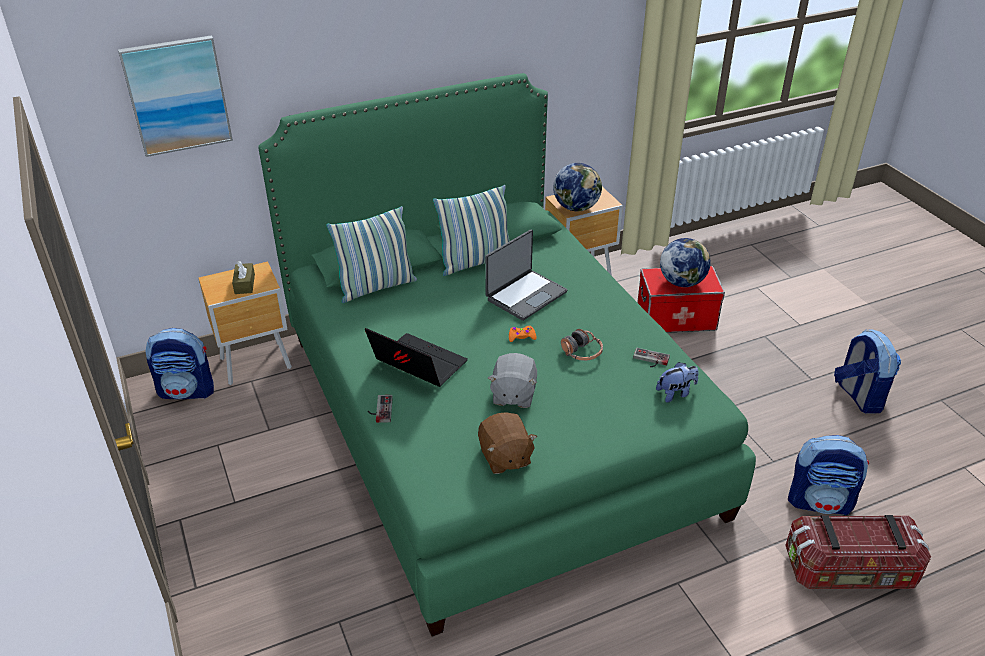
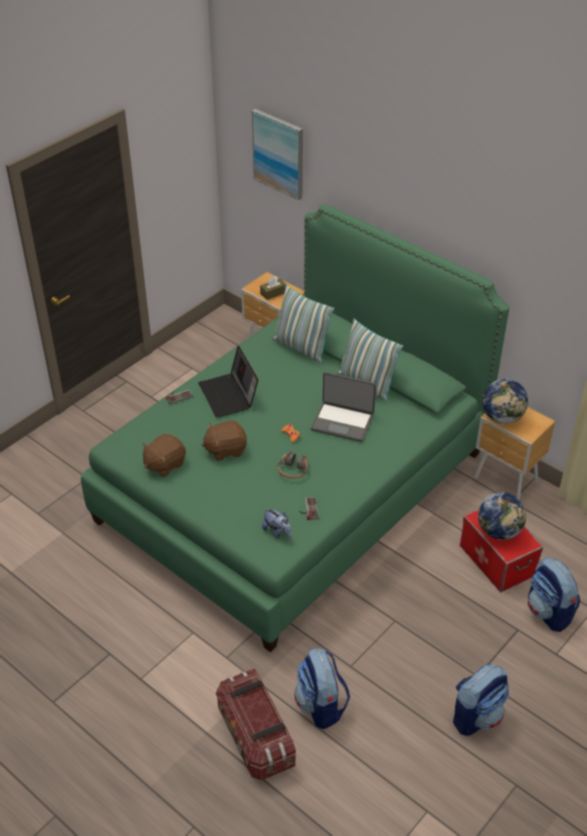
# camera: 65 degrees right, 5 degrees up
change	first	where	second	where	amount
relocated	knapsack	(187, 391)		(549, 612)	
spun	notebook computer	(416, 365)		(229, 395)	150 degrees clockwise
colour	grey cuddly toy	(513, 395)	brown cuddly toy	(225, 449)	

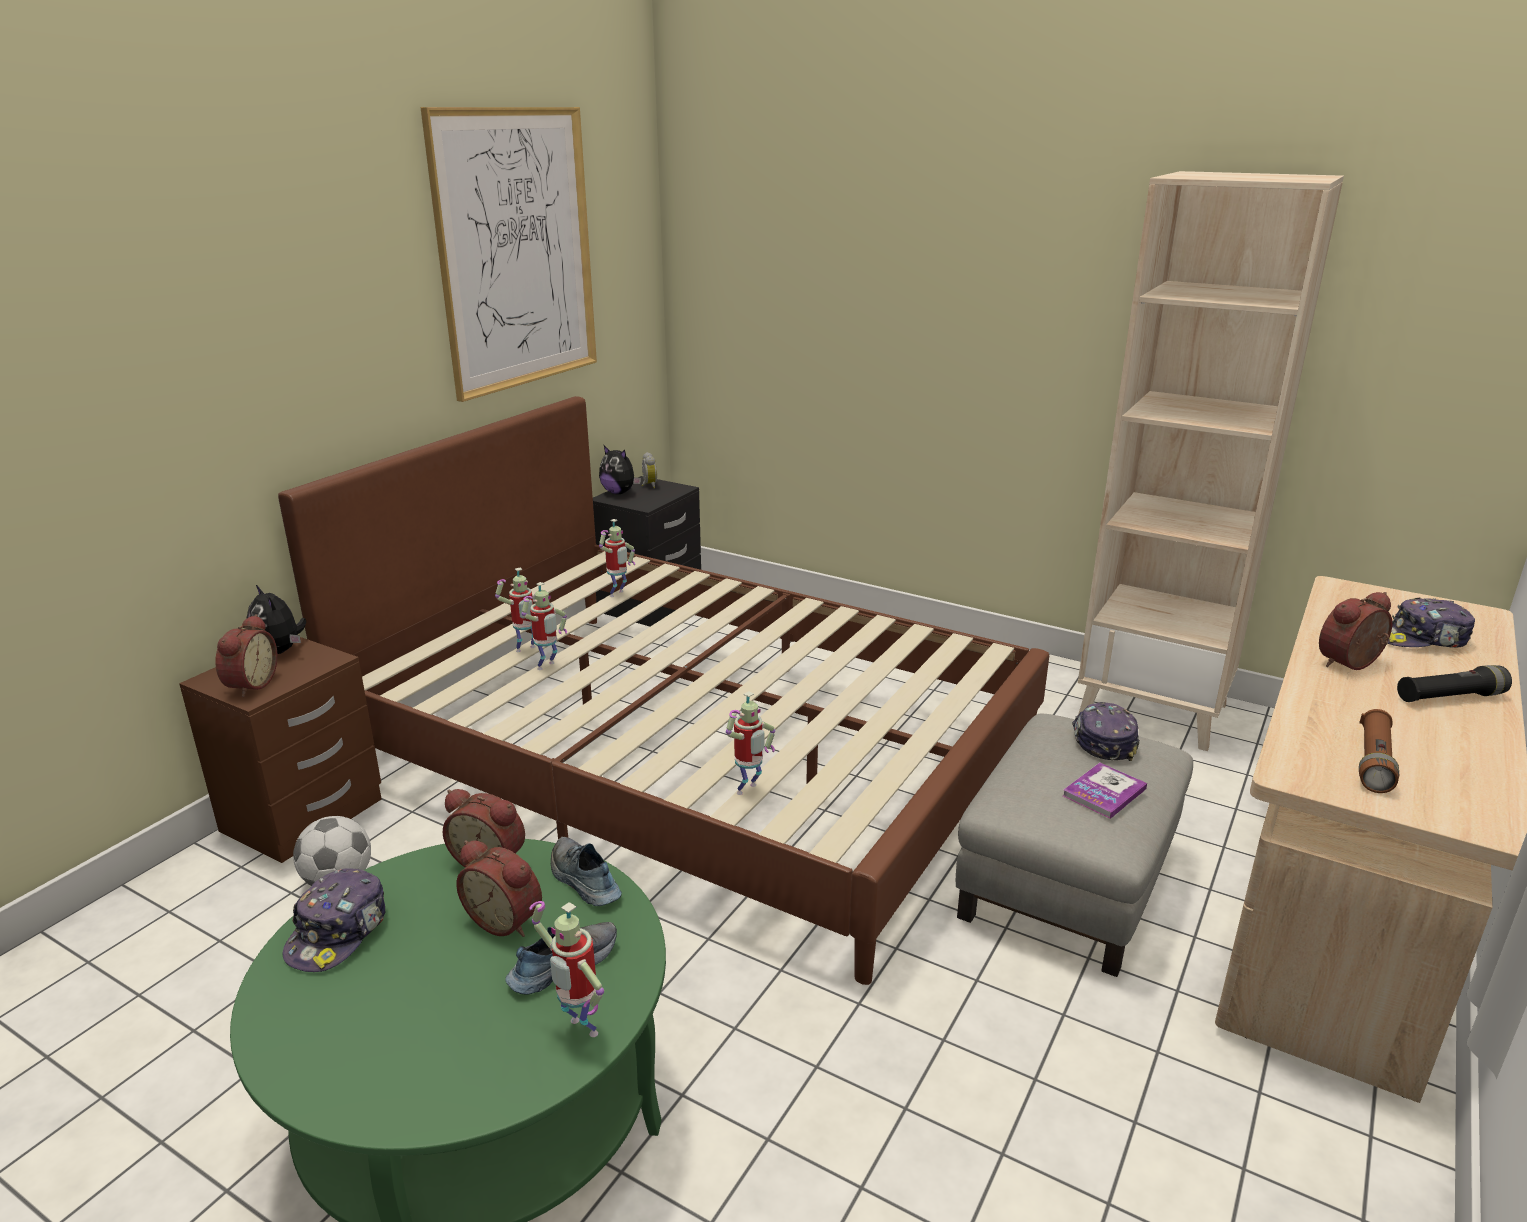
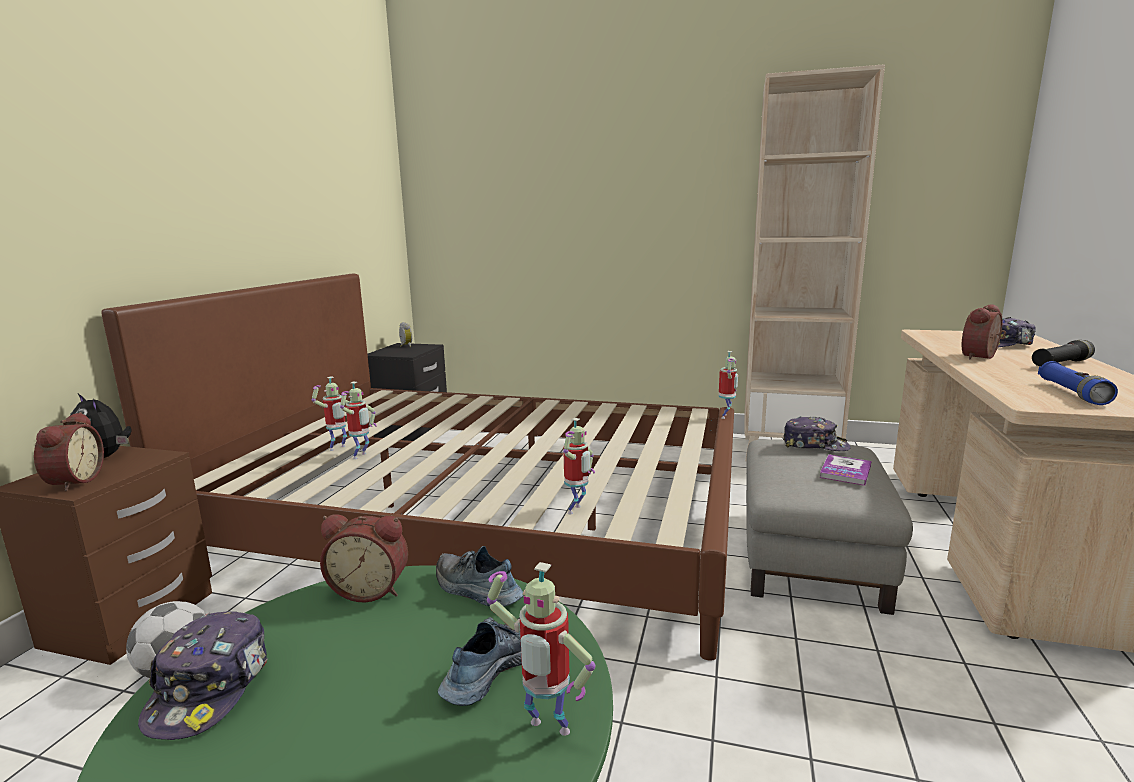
# camera: 15 degrees left, 10 degrees down
change	first	where	second	where	amount
missing	wall art	(516, 250)			
missing	table clock	(507, 919)			
missing	cuddly toy	(619, 492)			
relocated	robot figure	(618, 594)		(726, 416)	
spun	baseball cap	(1102, 740)		(815, 445)	120 degrees clockwise
colour	brown torch	(1373, 762)	blue-coloured torch	(1072, 393)	

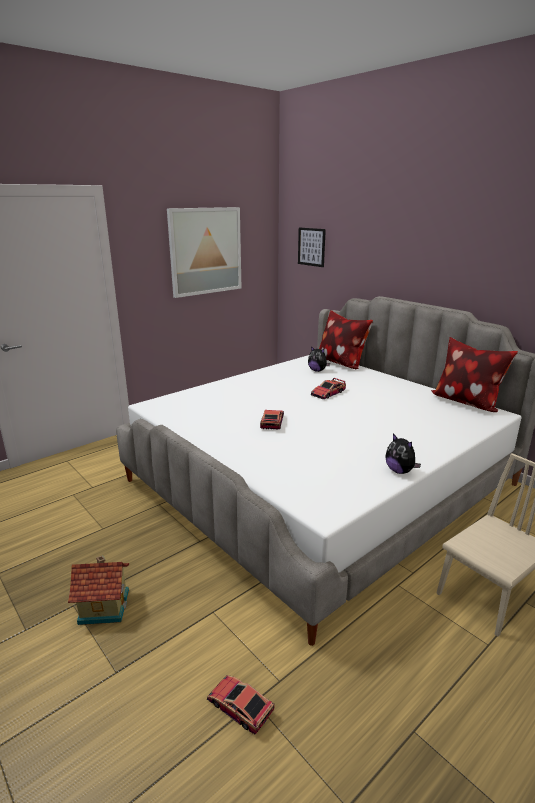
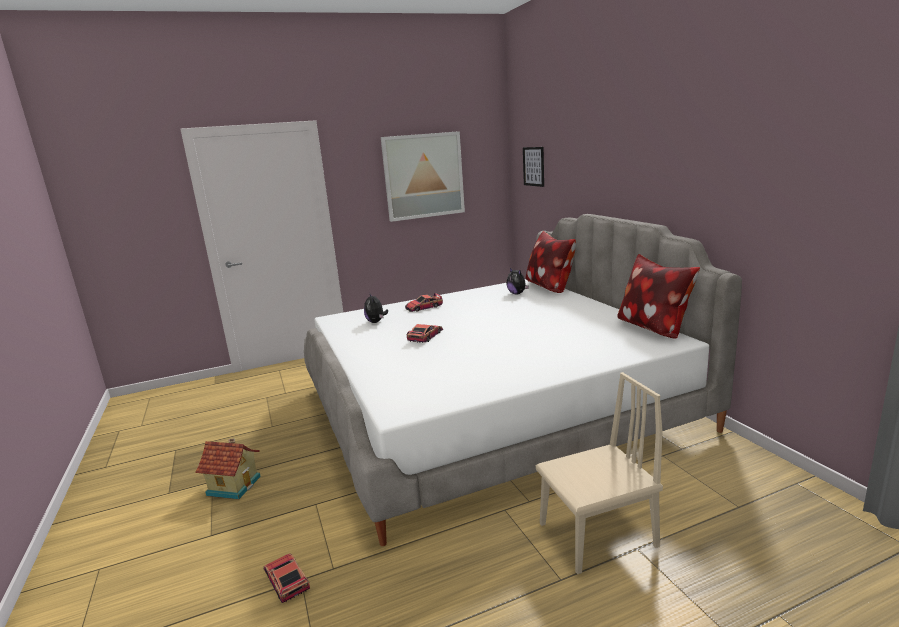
# camera: 20 degrees right, 5 degrees down
change	first	where	second	where	amount
relocated	model car	(328, 393)		(423, 307)	
relocated	cuddly toy	(400, 471)		(376, 322)	

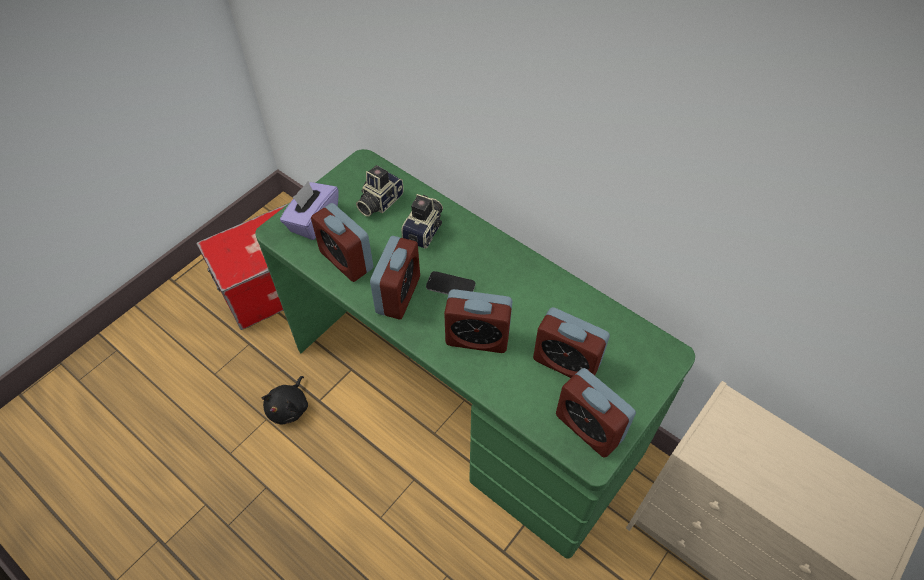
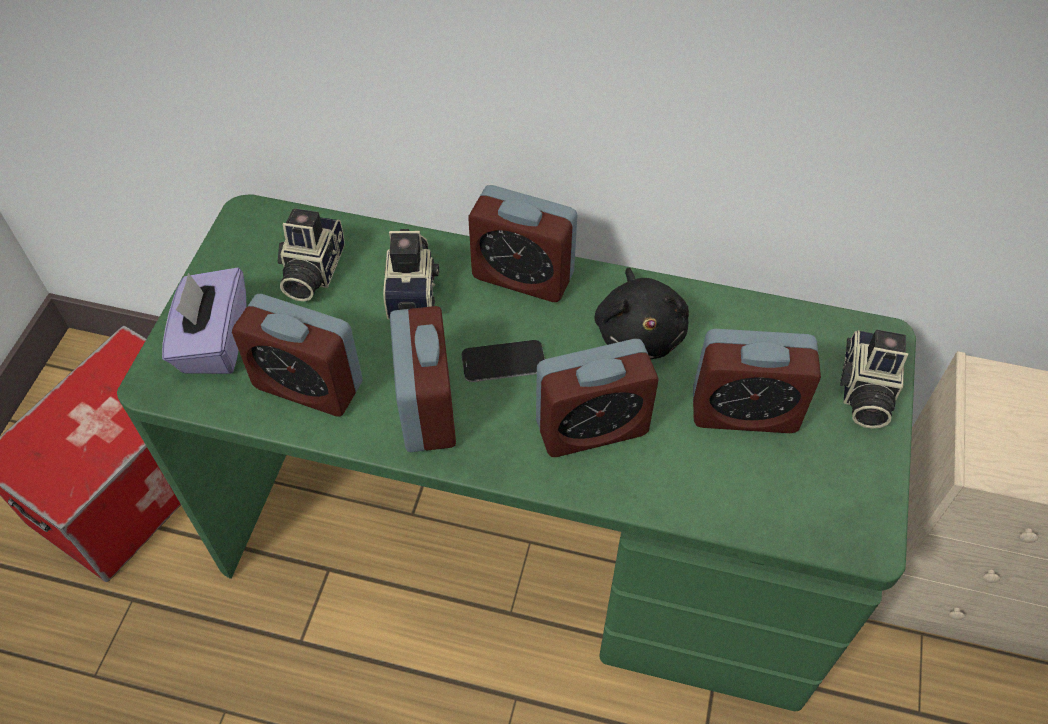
# camera: 25 degrees left, 0 degrees up
change	first	where	second	where	amount
relocated	black cuddly toy	(289, 407)		(639, 332)	
relocated	table clock	(589, 427)		(523, 276)	
appeared			photo camera	(864, 392)	

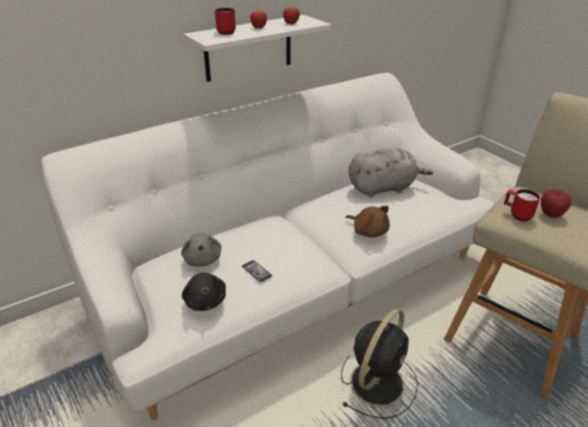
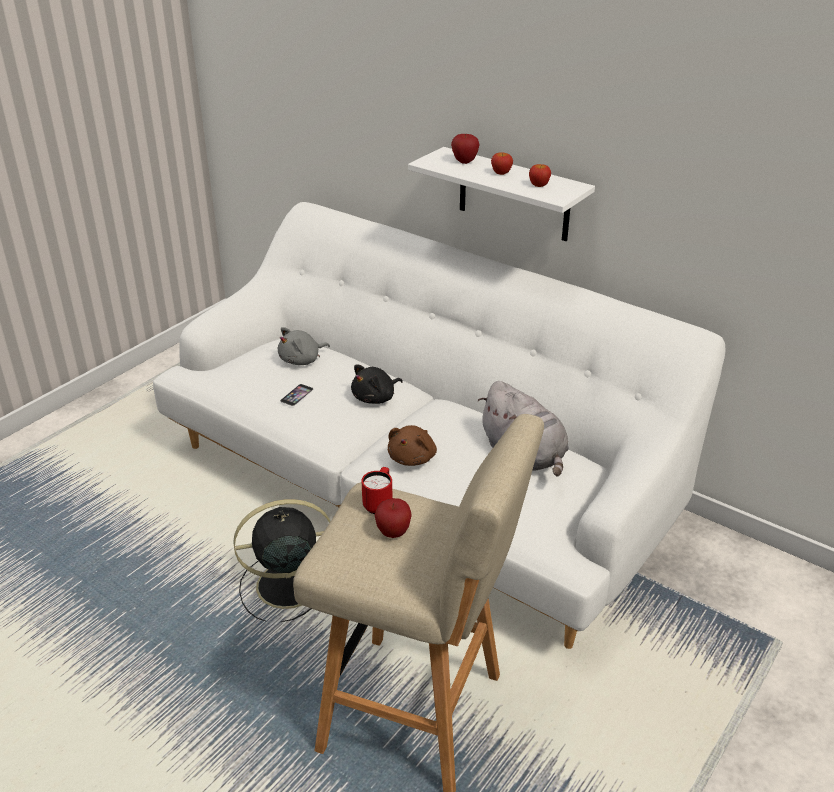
# camera: 70 degrees right, 0 degrees up
change	first	where	second	where	amount
relocated	black cuddly toy	(205, 300)		(375, 398)	
exchanged	reddish coffee mug	(224, 32)	apple fruit	(464, 161)	
spun	black electric fan	(378, 381)		(285, 585)	150 degrees clockwise

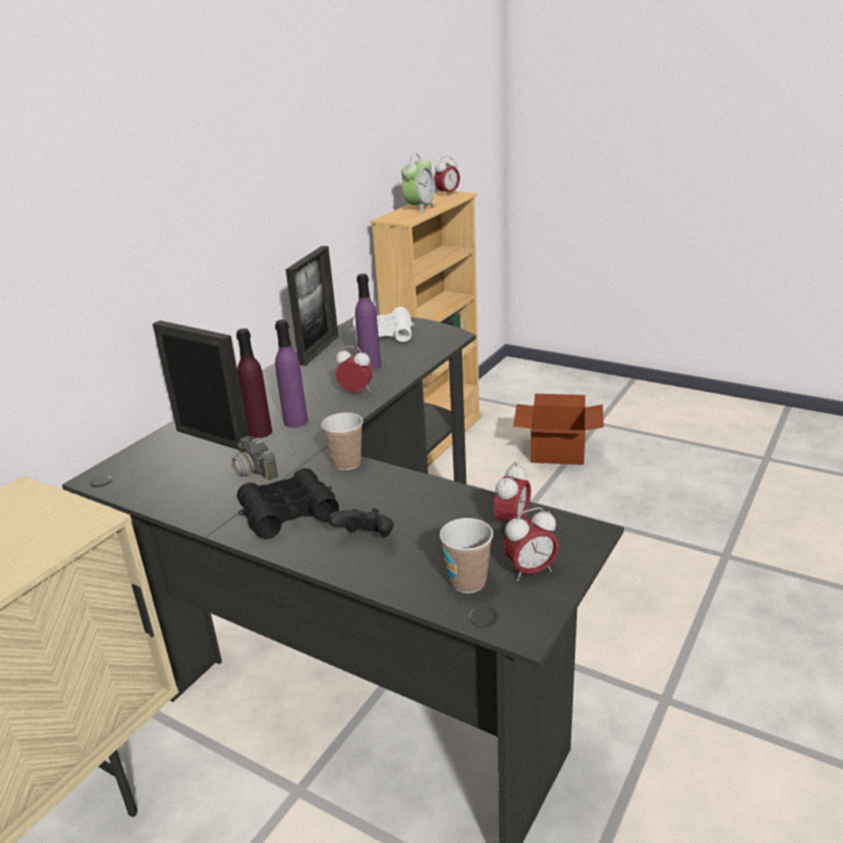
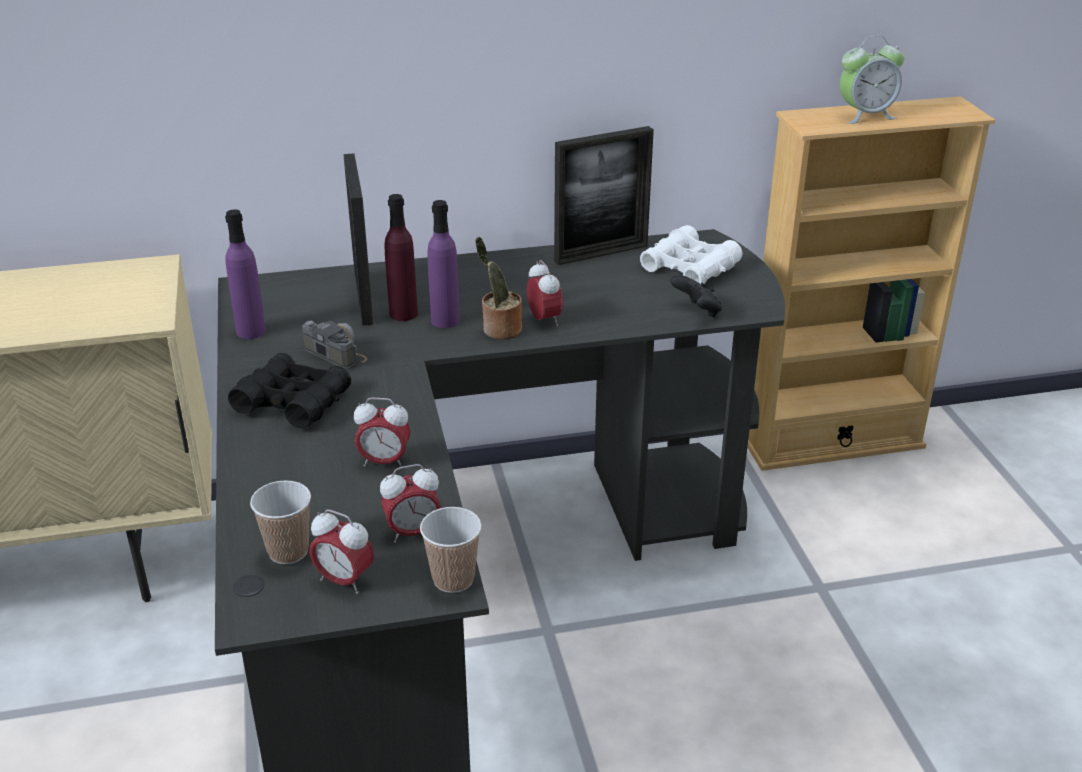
# camera: 45 degrees right, 5 degrees up
change	first	where	second	where	amount
spun	photo camera	(254, 473)		(333, 350)	120 degrees clockwise
relocated	cup	(346, 463)		(453, 579)	
relocated	black game controller	(366, 539)		(697, 312)	
relocated	purple drink bottle	(370, 366)		(251, 331)	
relocated	table clock	(447, 194)		(384, 462)	
missing	packing box	(558, 450)			
appeared			plant in a pot	(499, 330)	

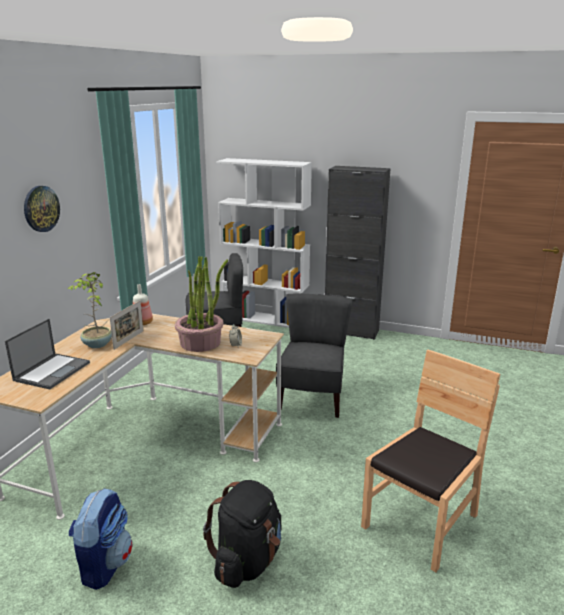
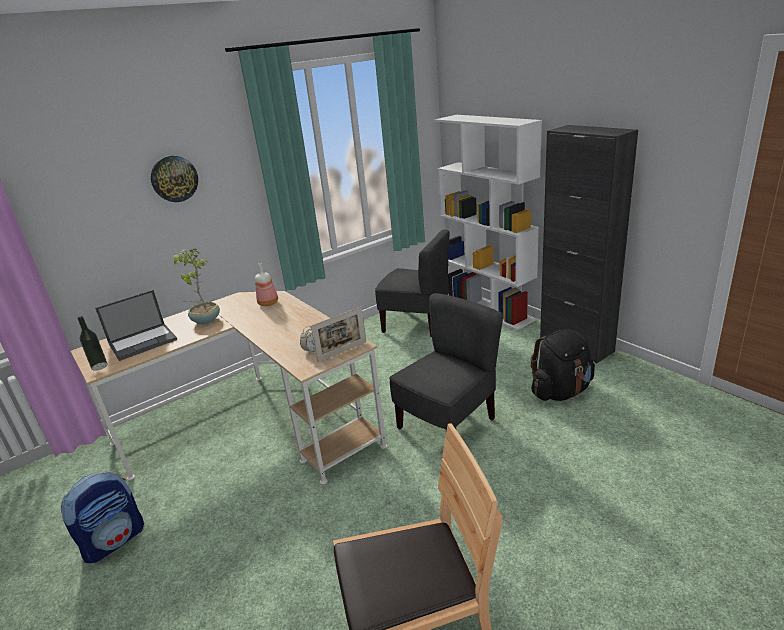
# camera: 35 degrees right, 5 degrees up
change	first	where	second	where	amount
relocated	picture frame	(129, 340)		(342, 351)	
missing	plant in a pot	(201, 342)			
relocated	black knapsack	(247, 561)		(561, 391)	
appeared			drink bottle	(99, 366)	

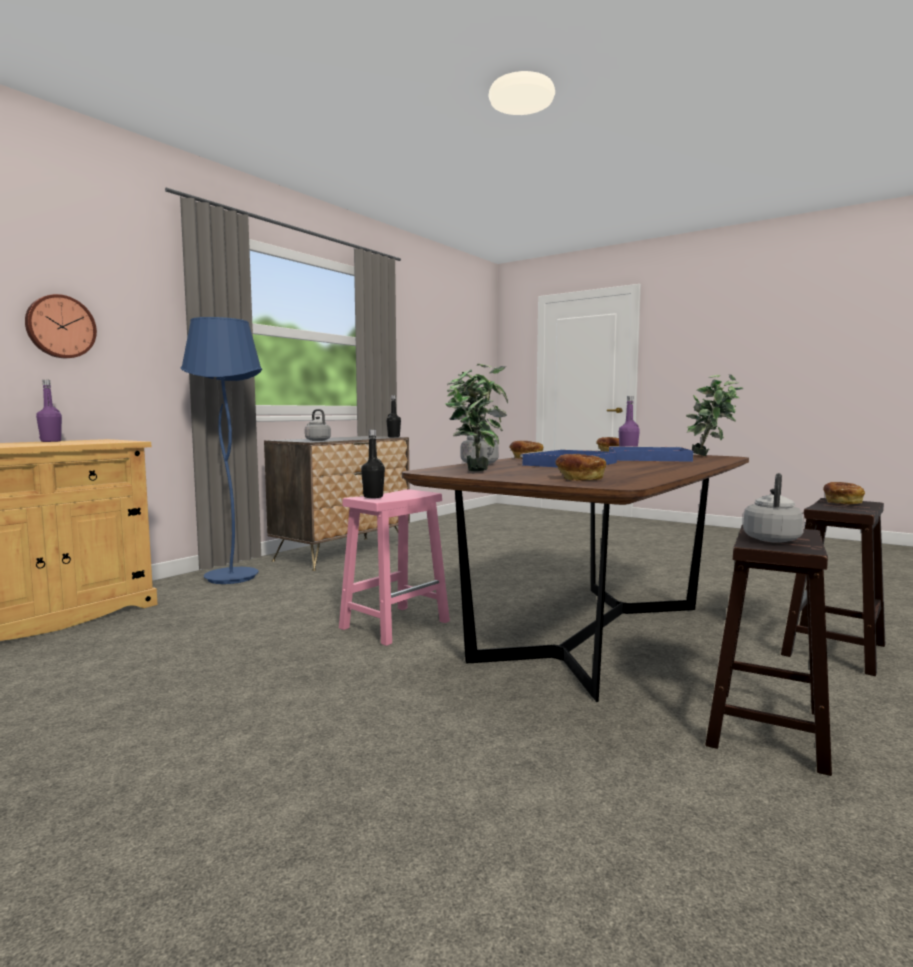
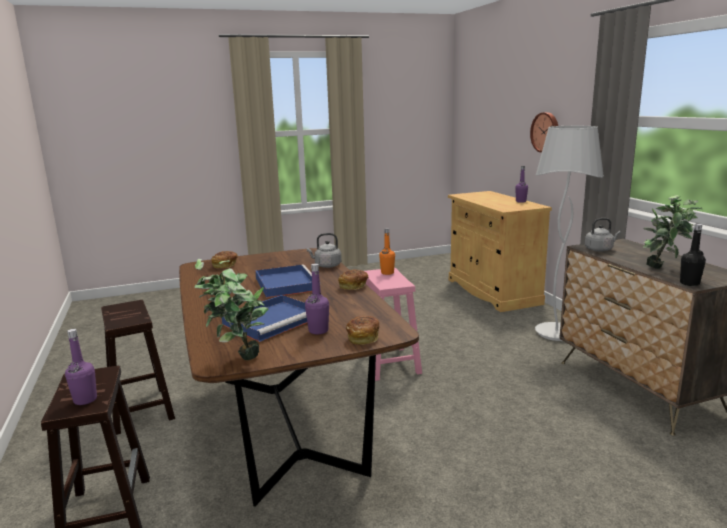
# camera: 125 degrees right, 10 degrees up
change	first	where	second	where	amount
colour	blue-coloured standard lamp	(231, 578)	white-coloured standard lamp	(556, 333)	
colour	black drink bottle	(373, 497)	orange drink bottle	(387, 273)	
relocated	plant in a pot	(475, 470)		(665, 268)	
missing	grey tea kettle	(772, 539)			
exchanged	baked bread	(842, 502)	purple drink bottle	(85, 400)	

